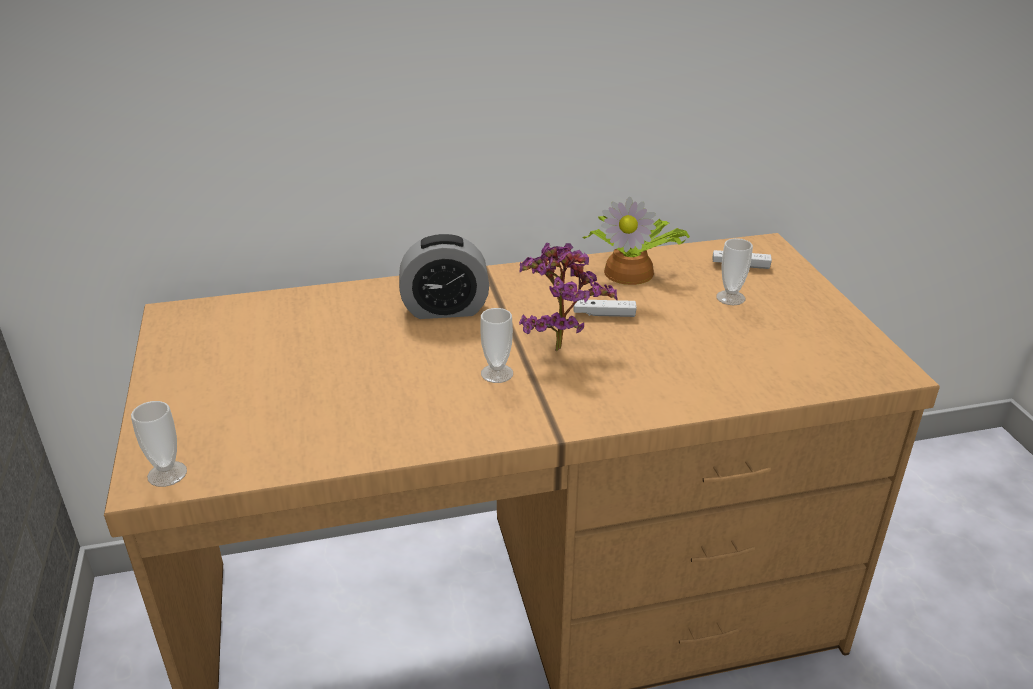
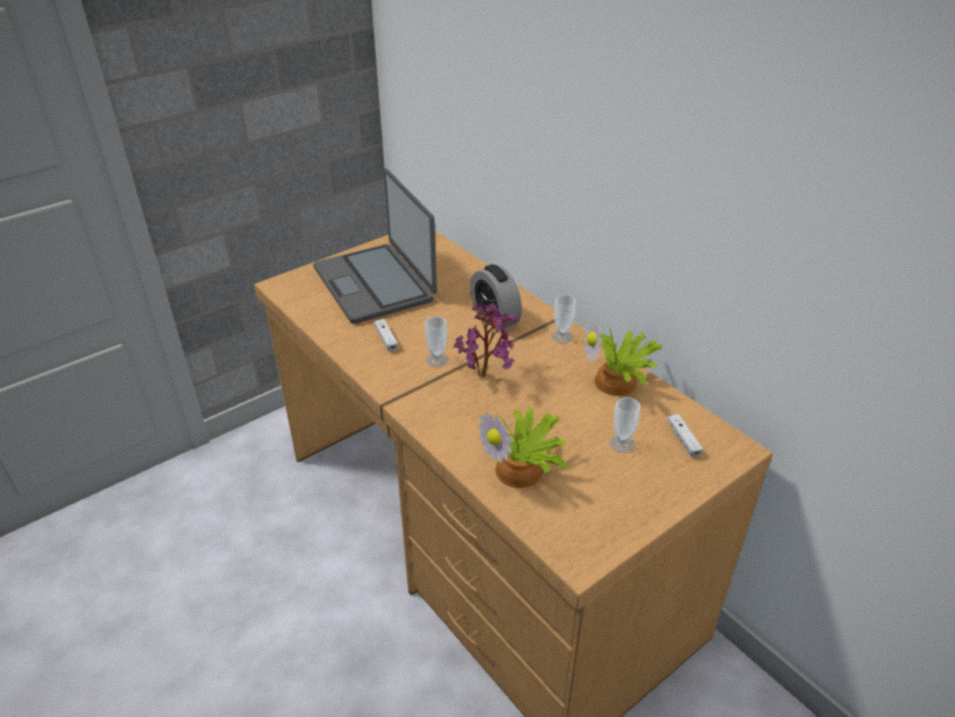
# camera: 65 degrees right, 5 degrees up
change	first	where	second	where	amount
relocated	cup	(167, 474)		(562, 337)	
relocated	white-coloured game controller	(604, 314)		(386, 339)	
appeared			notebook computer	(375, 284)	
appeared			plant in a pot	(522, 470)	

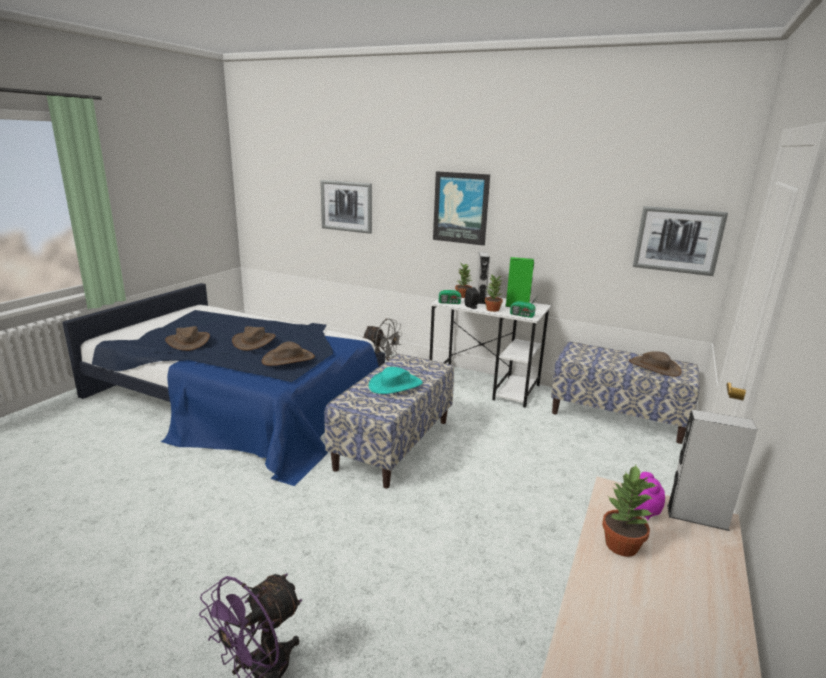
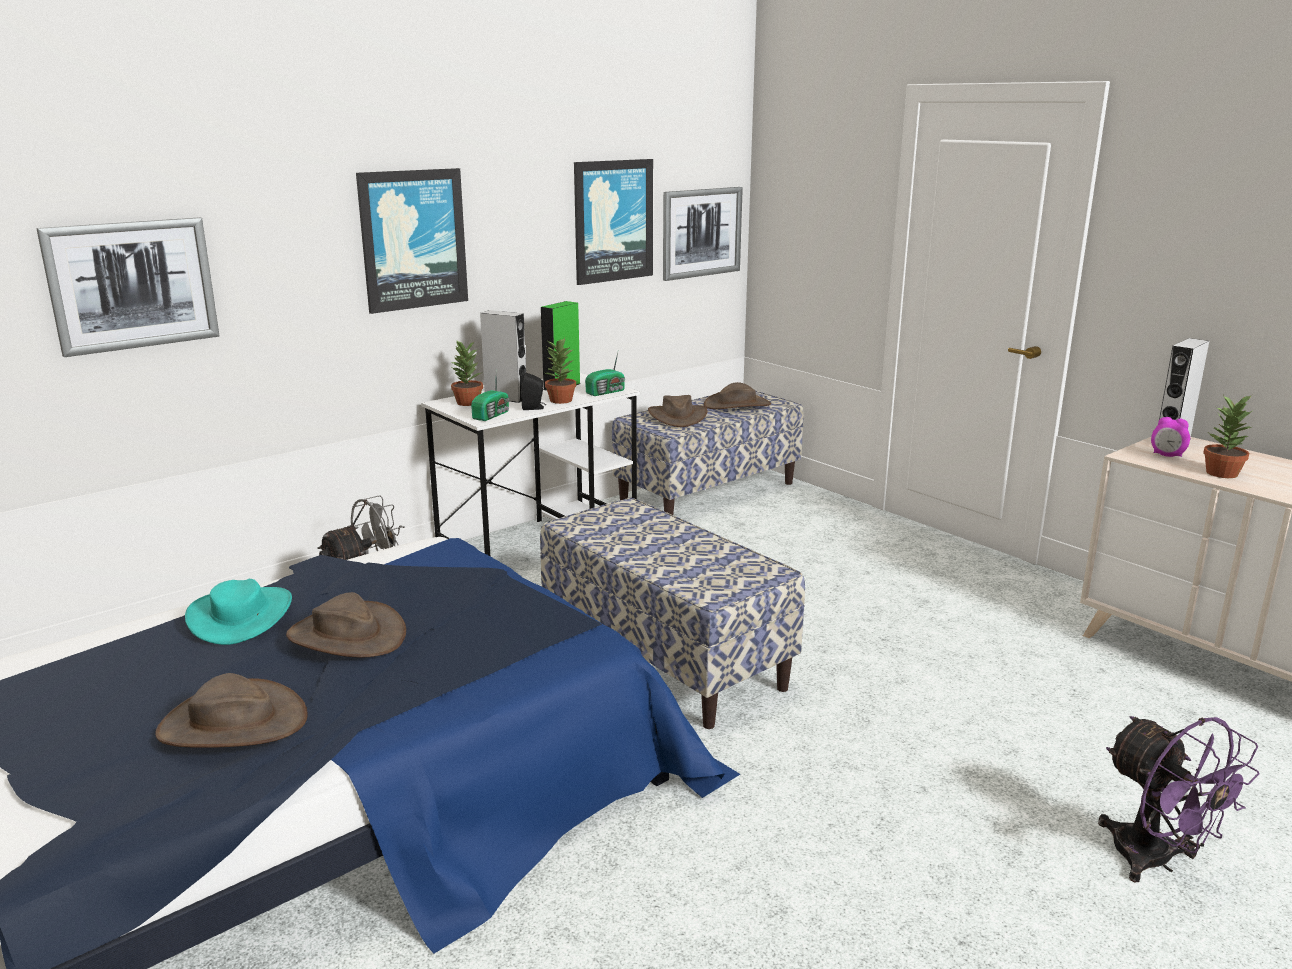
# camera: 65 degrees left, 0 degrees up
change	first	where	second	where	amount
relocated	brown hat	(288, 359)		(677, 416)	
relocated	turquoise-coloured hat	(395, 385)		(241, 616)	
appeared			wall art	(613, 221)	

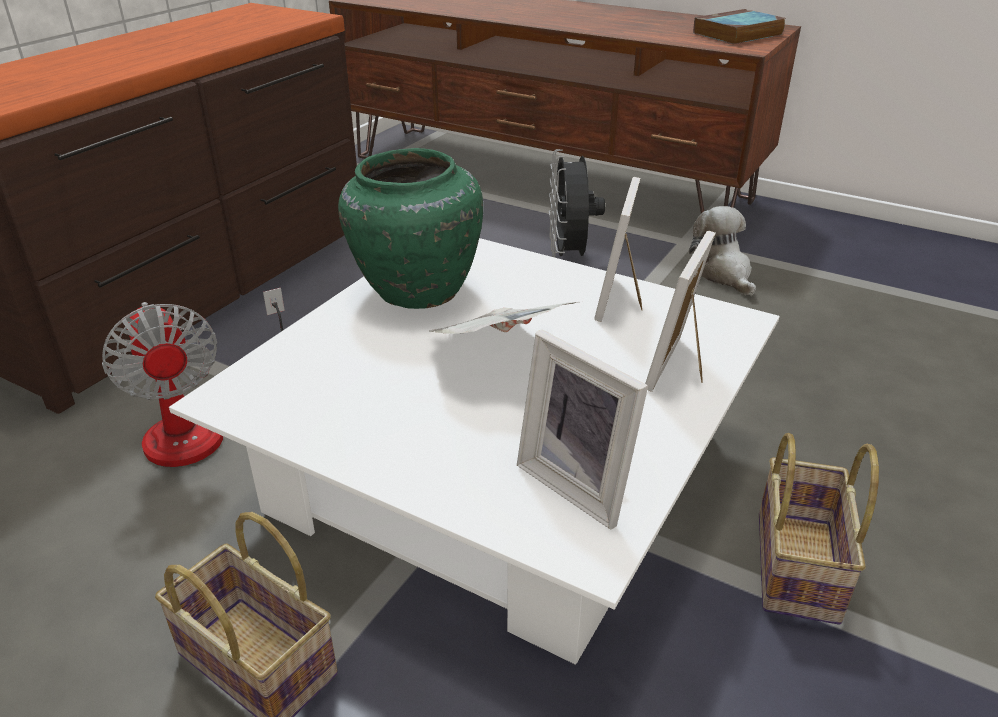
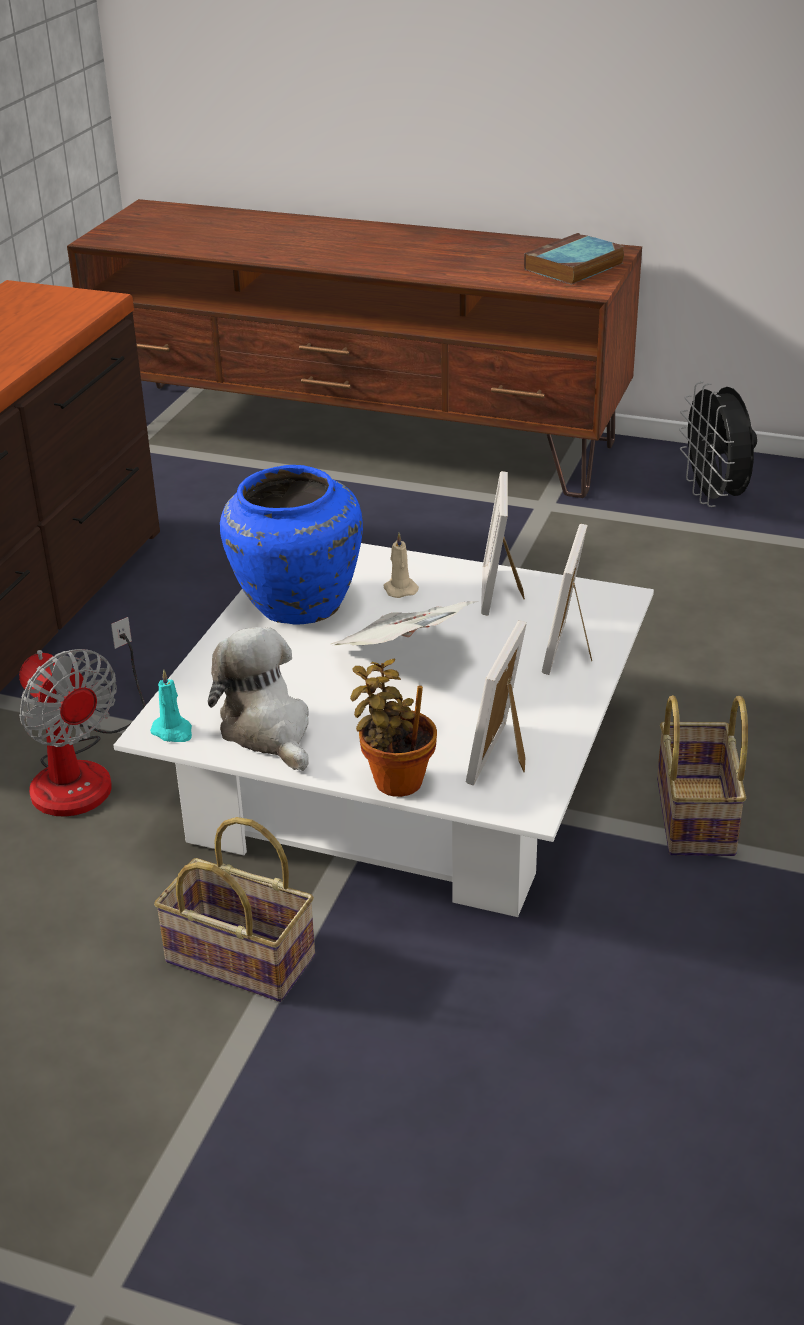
# camera: 10 degrees left, 0 degrees up
change	first	where	second	where	amount
colour	green-coloured vase	(415, 289)	blue-coloured vase	(295, 604)	
spun	picture frame	(580, 483)		(505, 757)	75 degrees clockwise
relocated	black electric fan	(569, 256)		(714, 498)	
relocated	cuddly toy	(722, 273)		(268, 730)	
appeared			turquoise-coloured wax candle	(173, 732)	
appeared			plant in a pot	(395, 779)	
appeared			sand-coloured wax candle	(399, 589)	

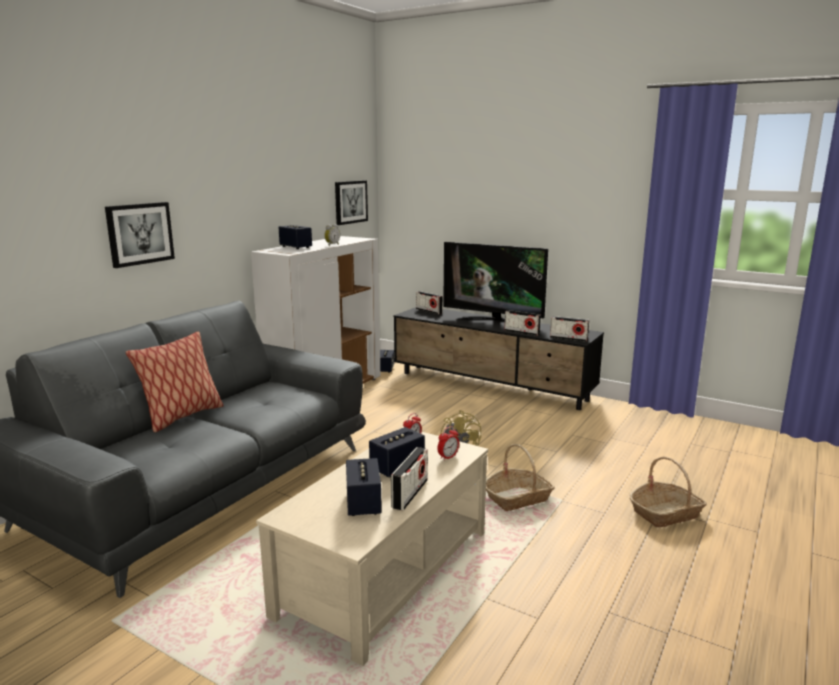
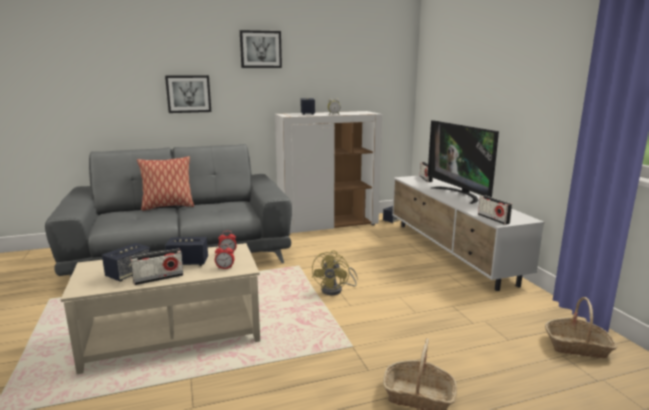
# camera: 40 degrees right, 0 degrees up
change	first	where	second	where	amount
relocated	wall art	(350, 202)		(260, 49)	
colour	black tv stand	(492, 386)	white-coloured tv stand	(451, 252)	
relocated	household basket	(518, 498)		(577, 346)	
missing	radio	(521, 332)			

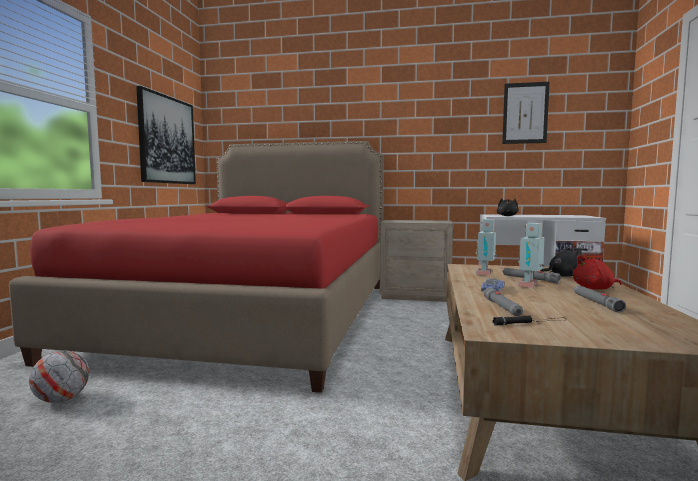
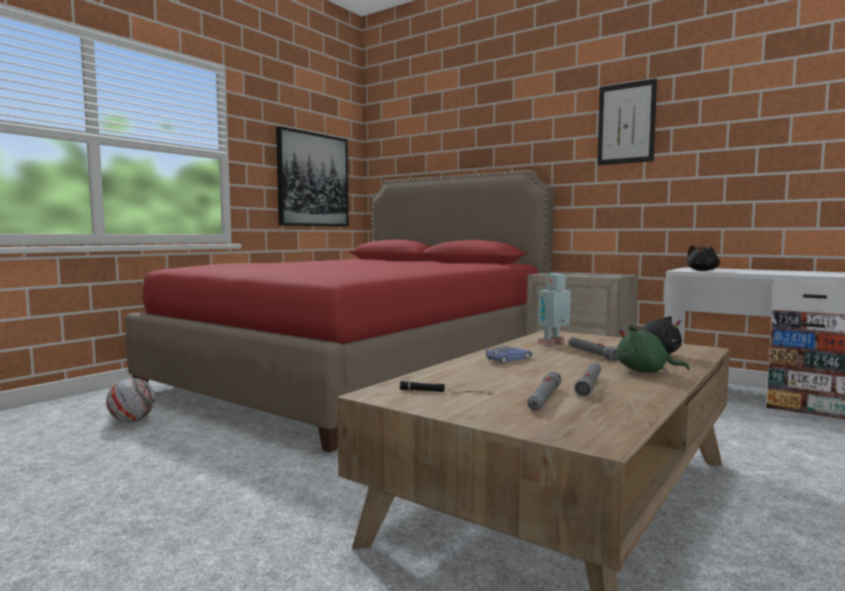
# camera: 25 degrees right, 0 degrees up
change	first	where	second	where	amount
relocated	grey torch	(502, 307)		(544, 399)	
relocated	wall art	(525, 113)		(626, 123)	
missing	robot figure	(530, 286)			
colour	reddish cuddly toy	(595, 289)	green-coloured cuddly toy	(645, 371)	

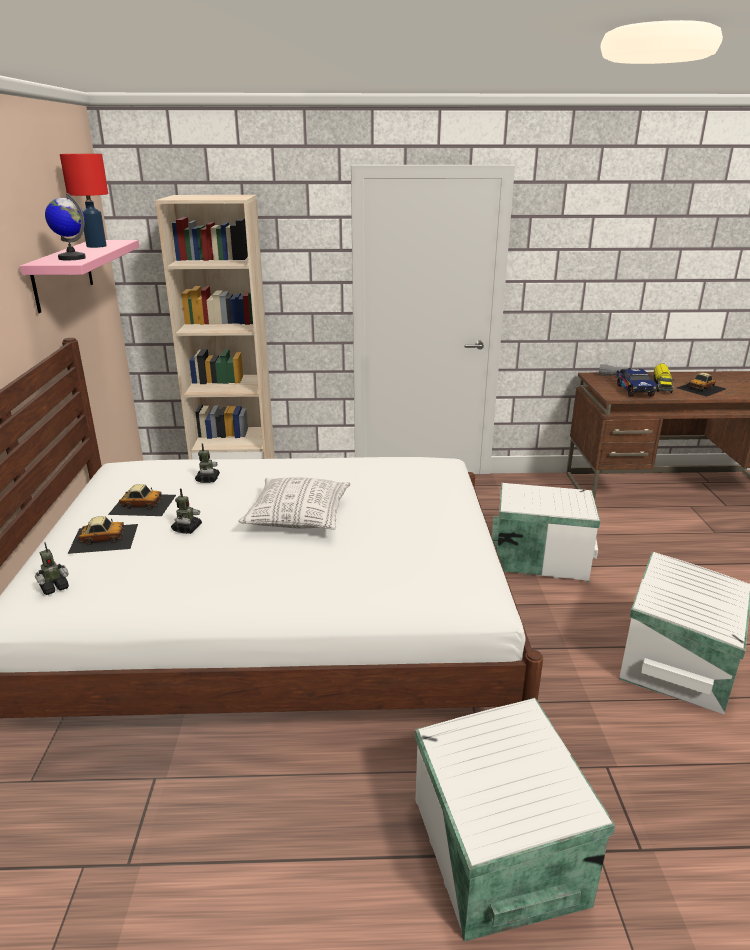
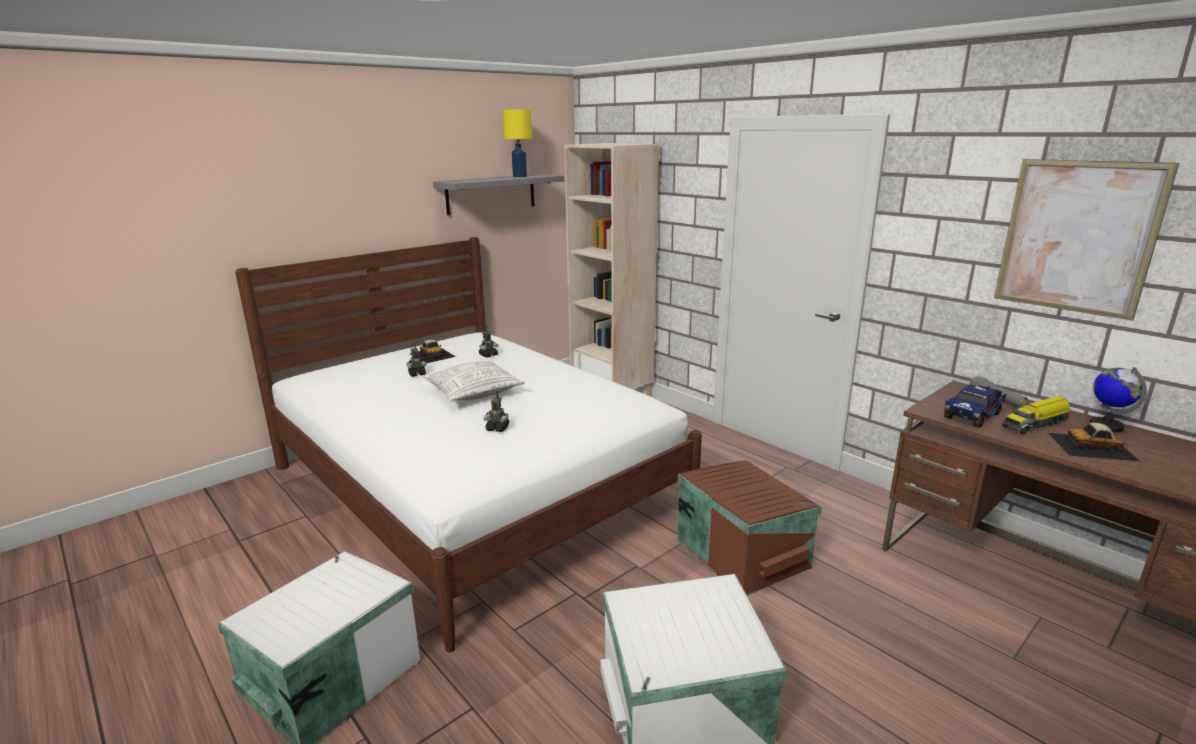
# camera: 50 degrees right, 5 degrees down
change	first	where	second	where	amount
colour	pink shelf	(63, 274)	grey shelf	(491, 194)	
relocated	robot figure	(54, 587)		(497, 428)	
relocated	desk globe	(72, 258)		(1106, 426)	
colour	reddish lamp for a table	(96, 246)	yellow lamp for a table	(519, 176)	
missing	model car	(103, 538)			
colour	white-coloured storage box	(539, 555)	brown storage box	(742, 552)	
appeared			wall art	(1077, 237)	

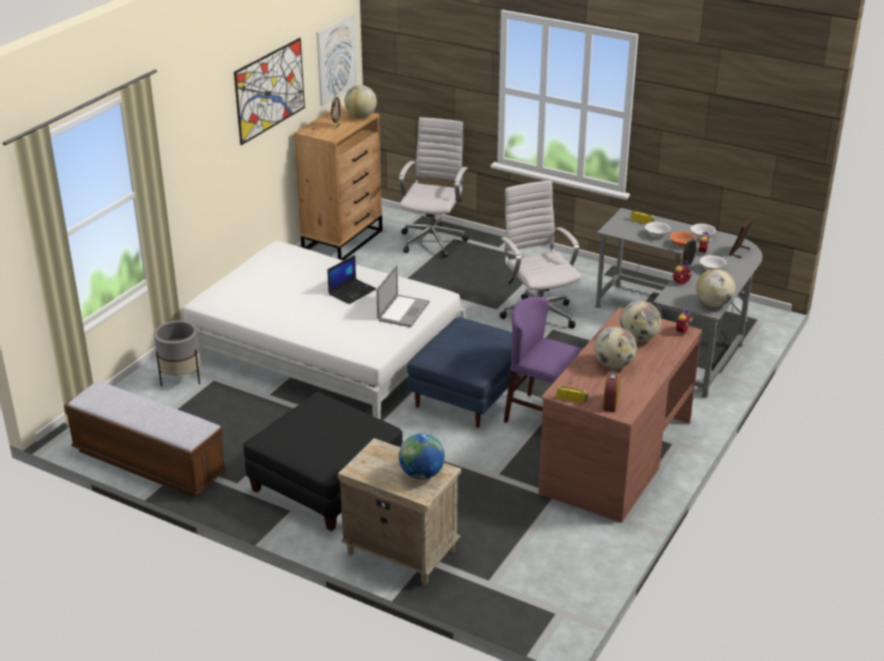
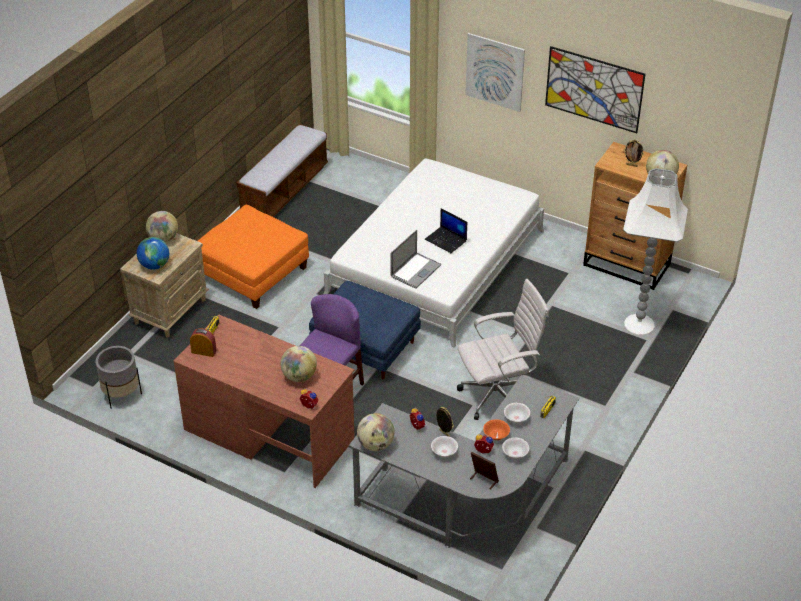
# camera: 90 degrees right, 10 degrees up
change	first	where	second	where	amount
relocated	grey planter	(181, 379)		(122, 395)	
colour	black footrest	(325, 483)	orange footrest	(252, 272)	
relocated	wall art	(336, 59)		(494, 72)	
spun	notebook computer	(403, 311)		(415, 271)	75 degrees counterclockwise
exchanged	white-coloured desk chair	(433, 240)	white-coloured standard lamp	(639, 325)	
relocated	desk globe	(613, 365)		(163, 239)	

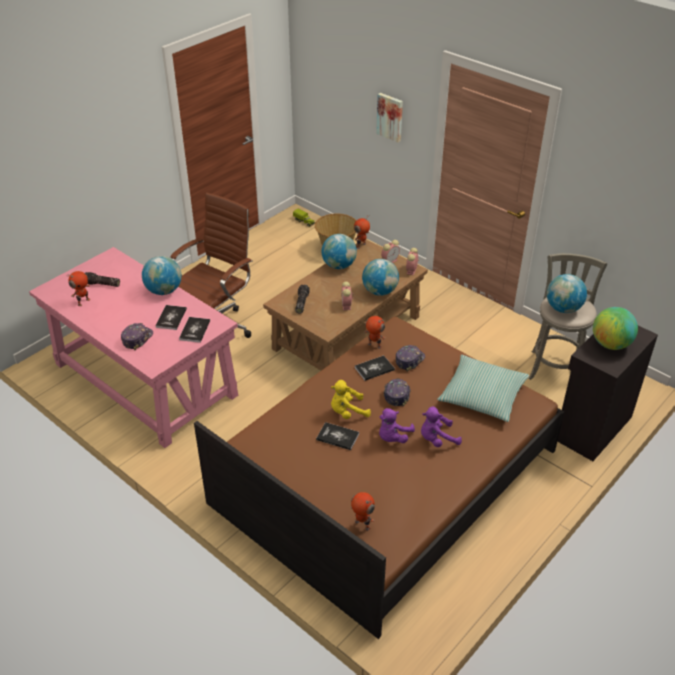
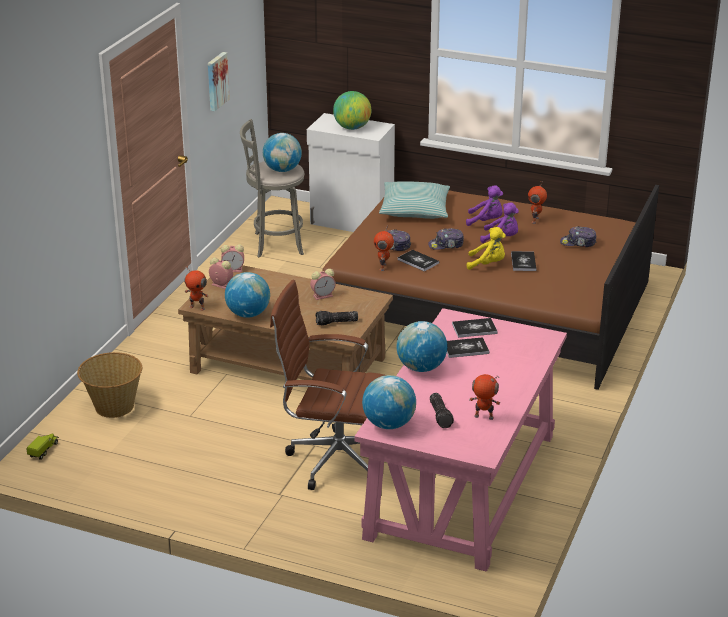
# camera: 110 degrees left, 10 degrees down
change	first	where	second	where	amount
relocated	baseball cap	(137, 339)		(578, 243)	
spun	yellow cuddly toy	(347, 412)		(487, 264)	45 degrees counterclockwise
relocated	robot figure	(361, 525)		(535, 220)	
relocated	desk globe	(380, 291)		(389, 424)	
relocated	wall art	(390, 117)		(216, 81)	
spun	purple cuddly toy	(437, 439)		(486, 221)	45 degrees counterclockwise
colour	black cabinet	(592, 428)	white-coloured cabinet	(351, 222)	

